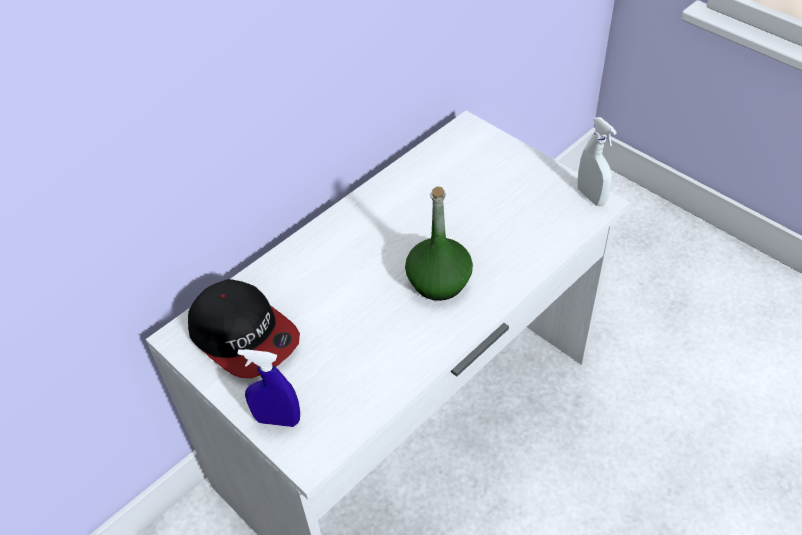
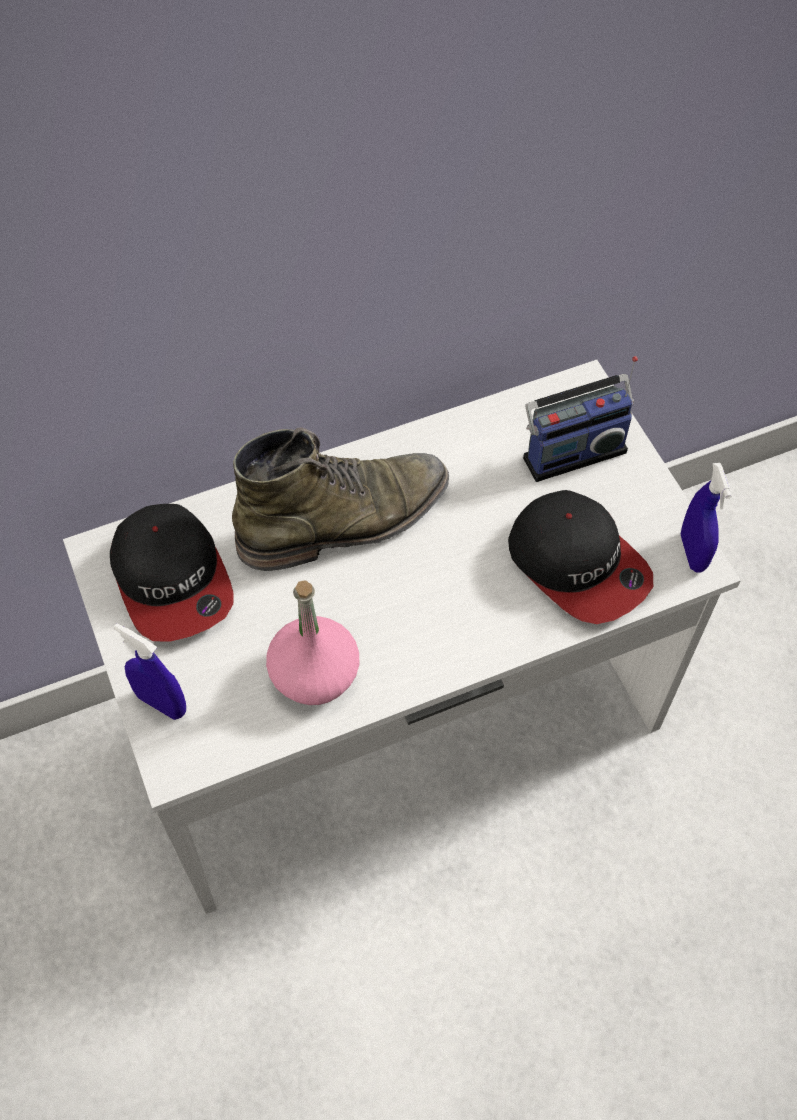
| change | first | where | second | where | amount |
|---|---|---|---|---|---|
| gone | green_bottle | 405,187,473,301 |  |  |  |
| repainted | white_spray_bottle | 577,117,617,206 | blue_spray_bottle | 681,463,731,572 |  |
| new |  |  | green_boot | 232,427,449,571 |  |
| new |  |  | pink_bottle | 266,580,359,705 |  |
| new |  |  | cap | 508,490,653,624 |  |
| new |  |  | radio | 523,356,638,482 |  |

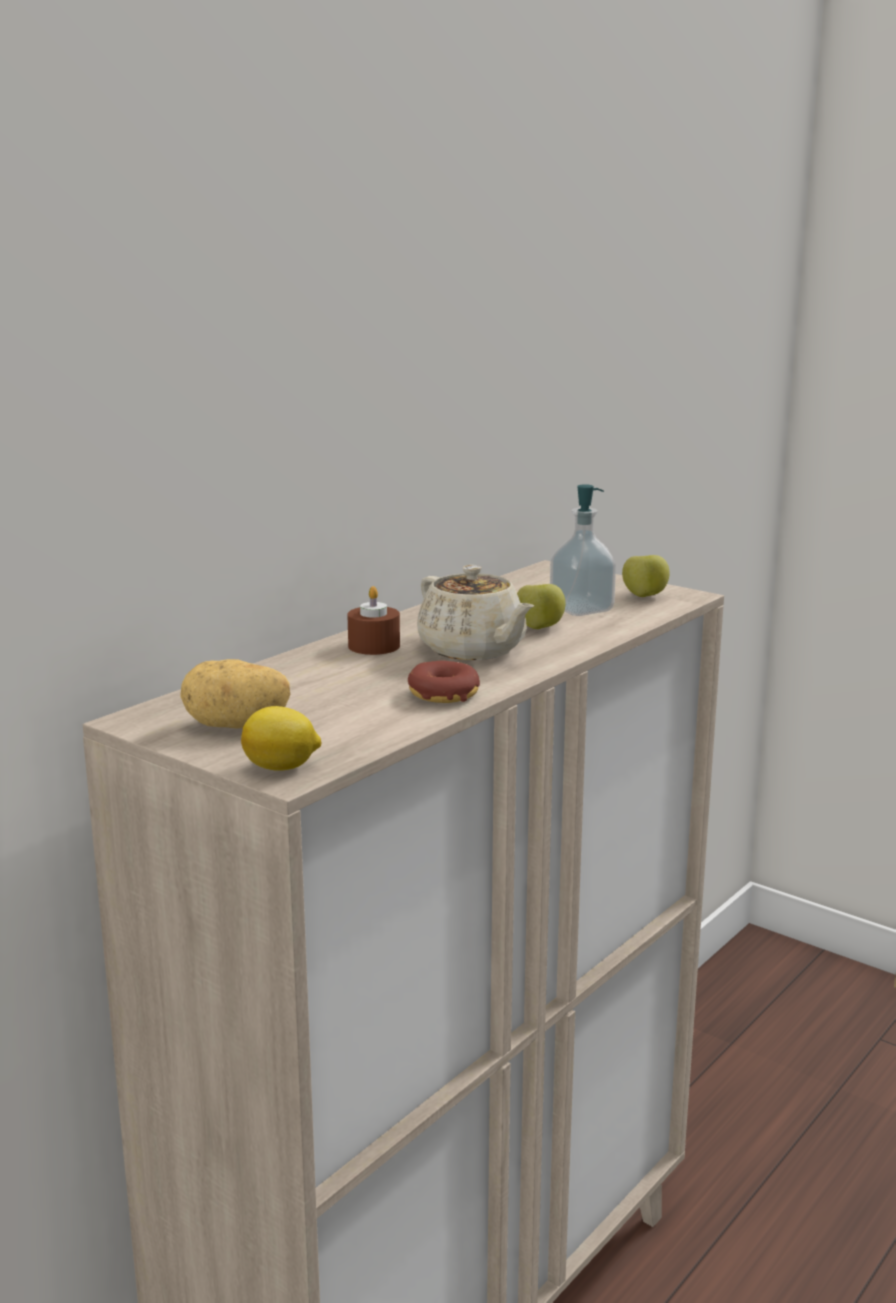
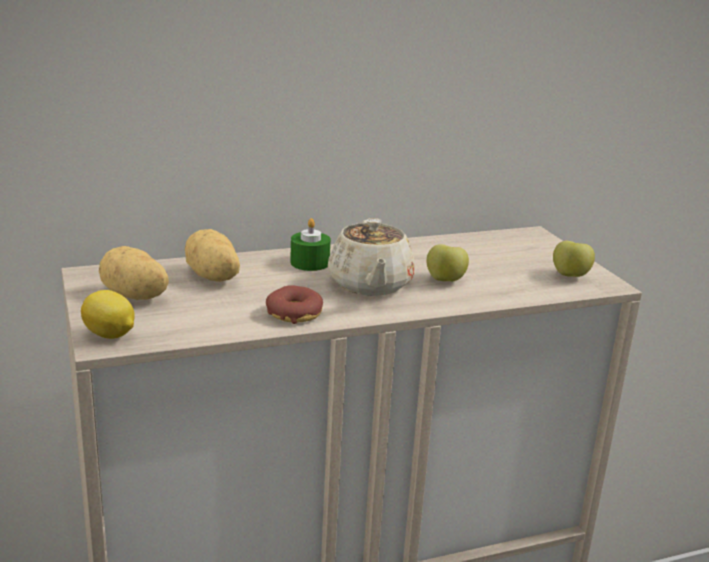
| change | first | where | second | where | amount |
|---|---|---|---|---|---|
| repainted | brown_candle | 347,586,400,655 | green_candle | 290,218,331,271 |  |
| gone | soap_dispenser | 550,484,616,616 |  |  |  |
| new |  |  | potato | 185,229,240,282 |  |

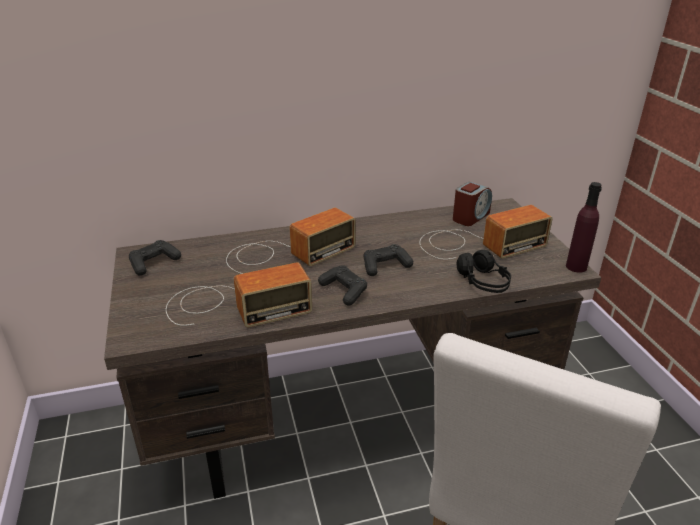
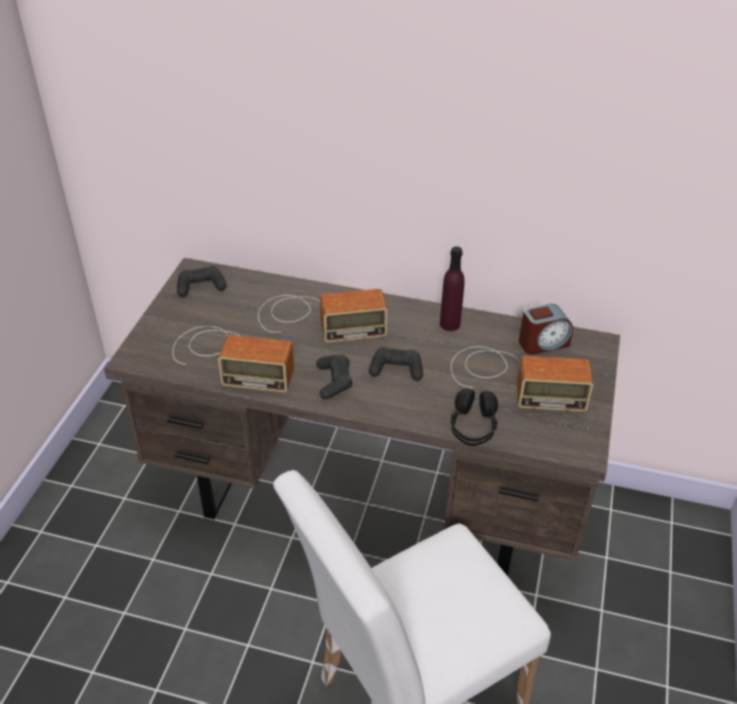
| change | first | where | second | where | amount |
|---|---|---|---|---|---|
| shifted | purple_bottle | 566,182,602,273 |  | 440,246,465,331 |  |

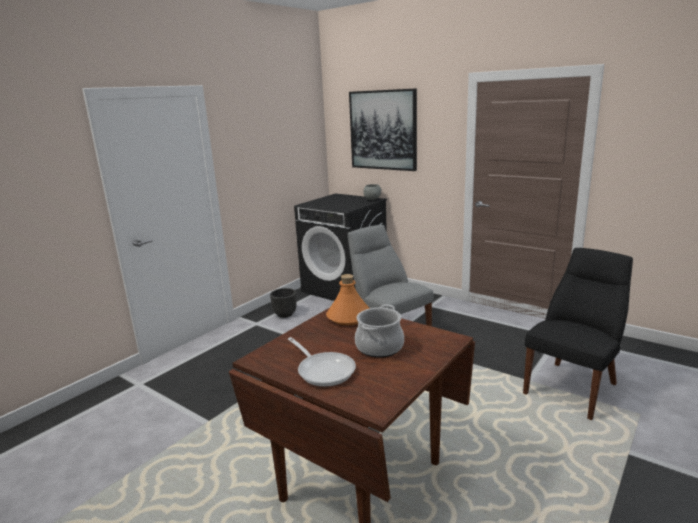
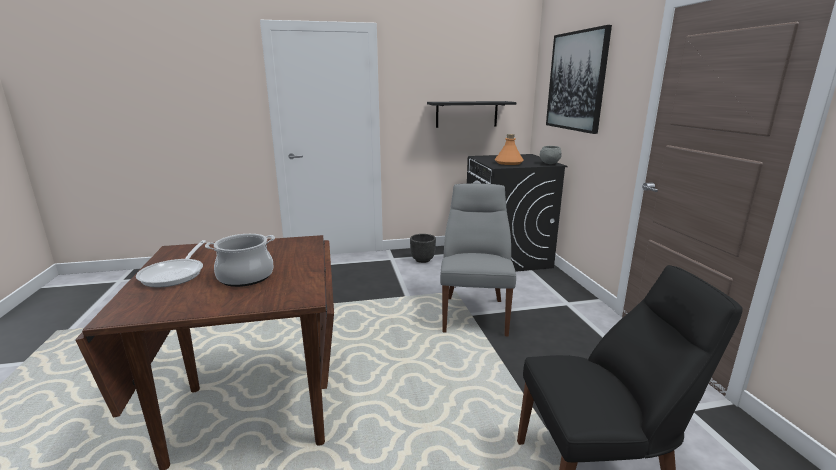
| change | first | where | second | where | amount |
|---|---|---|---|---|---|
| shifted | orange_bottle | 326,274,370,325 |  | 494,134,524,165 |  |
| new |  |  | black_shelf | 427,101,516,128 |  |

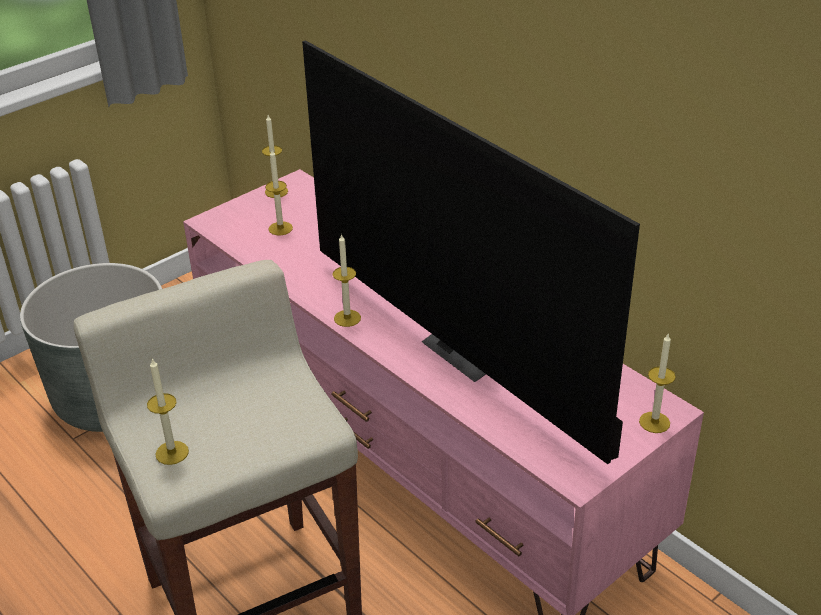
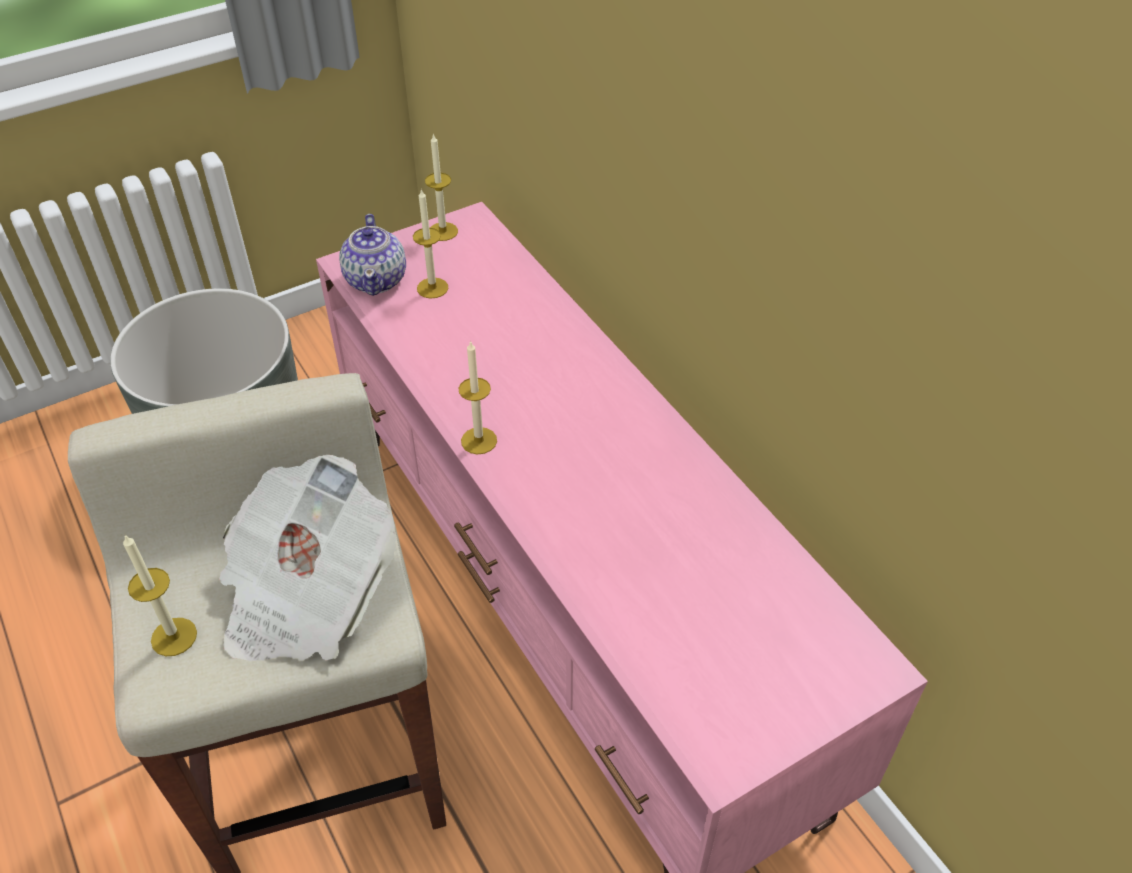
| change | first | where | second | where | amount |
|---|---|---|---|---|---|
| gone | television | 302,40,640,464 |  |  |  |
| gone | candle | 639,334,676,433 |  |  |  |
| new |  |  | newspaper | 219,455,396,661 |  |
| new |  |  | teapot | 339,214,406,296 |  |

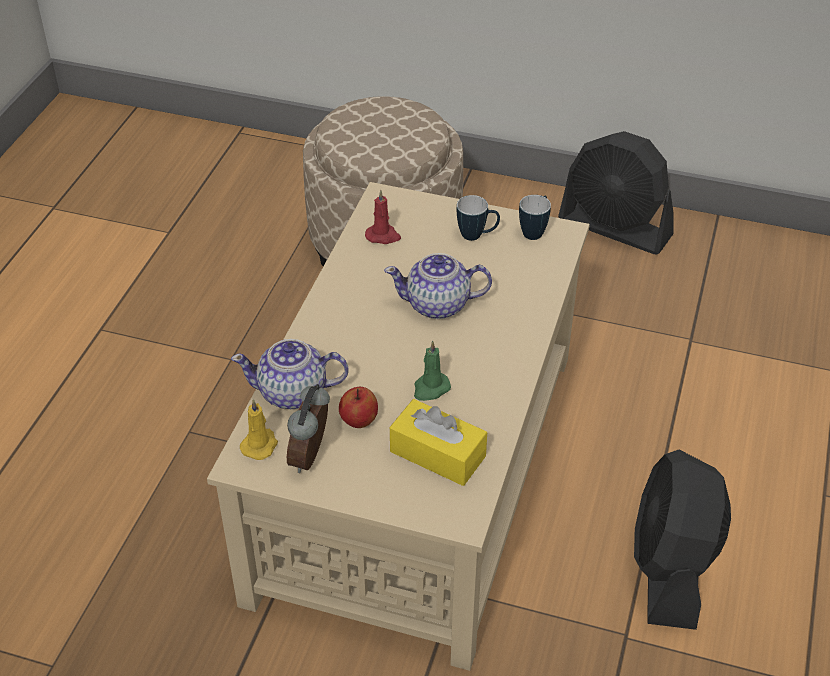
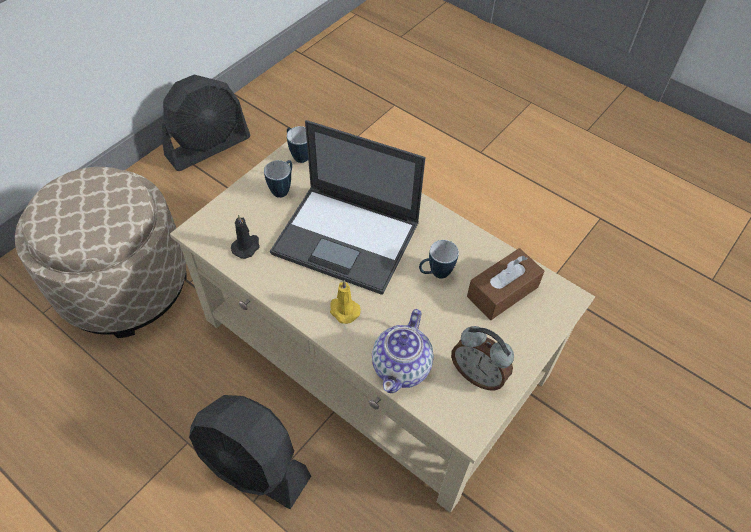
| change | first | where | second | where | amount |
|---|---|---|---|---|---|
| shifted | yellow_candle | 240,399,278,460 |  | 330,280,361,324 |  |
| gone | apple | 339,387,378,428 |  |  |  |
| repainted | red_candle | 365,190,401,244 | black_candle | 231,214,260,259 |  |
| swapped | teapot | 384,253,492,319 | laptop | 270,120,425,295 |  |
| repainted | yellow_tissue_box | 390,399,487,486 | brown_tissue_box | 467,248,544,320 |  |
| swapped | green_candle | 414,341,451,401 | mug | 419,240,459,279 |  |
| shifted | black_fan | 634,450,731,630 |  | 189,395,311,509 |  |

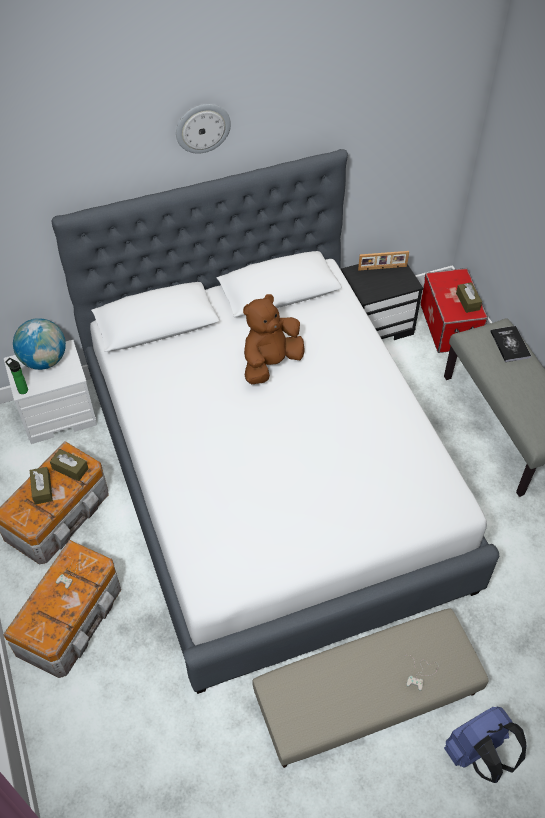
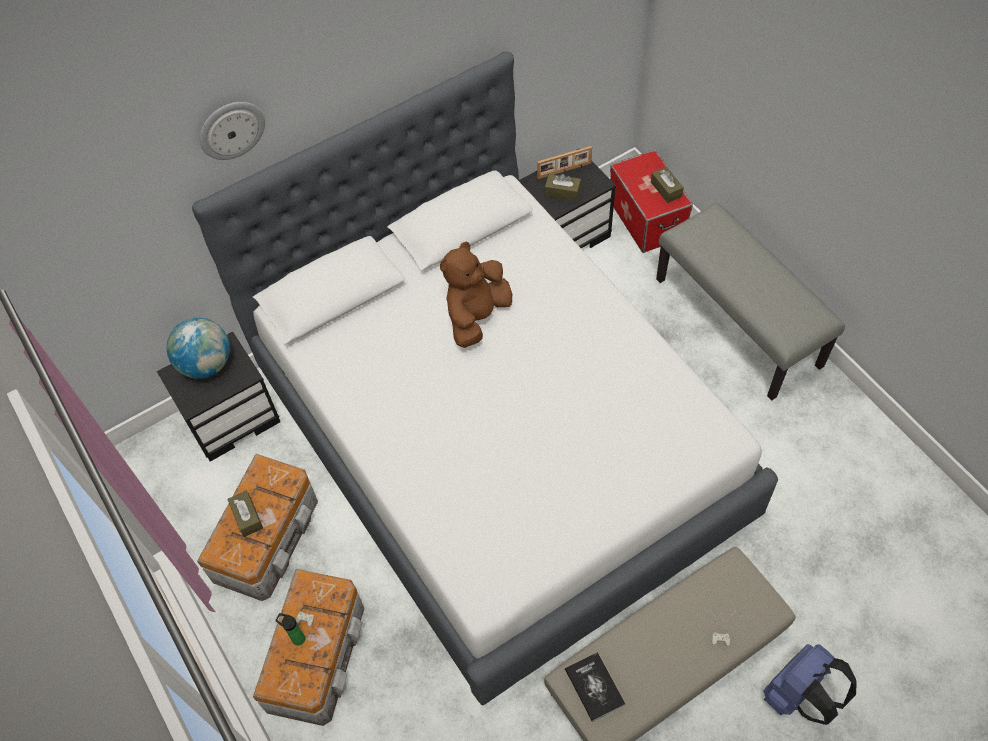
| change | first | where | second | where | amount |
|---|---|---|---|---|---|
| repainted | white_nightstand | 4,340,97,444 | black_nightstand | 157,332,280,462 |  |
| shifted | bottle | 5,358,28,394 |  | 275,613,305,645 |  |
| shifted | brown_tissue_box | 50,449,89,481 |  | 545,174,581,201 |  |
| shifted | wall_clock | 176,104,231,154 |  | 200,102,265,160 |  |
| shifted | book | 490,326,531,362 |  | 565,652,625,722 |  |

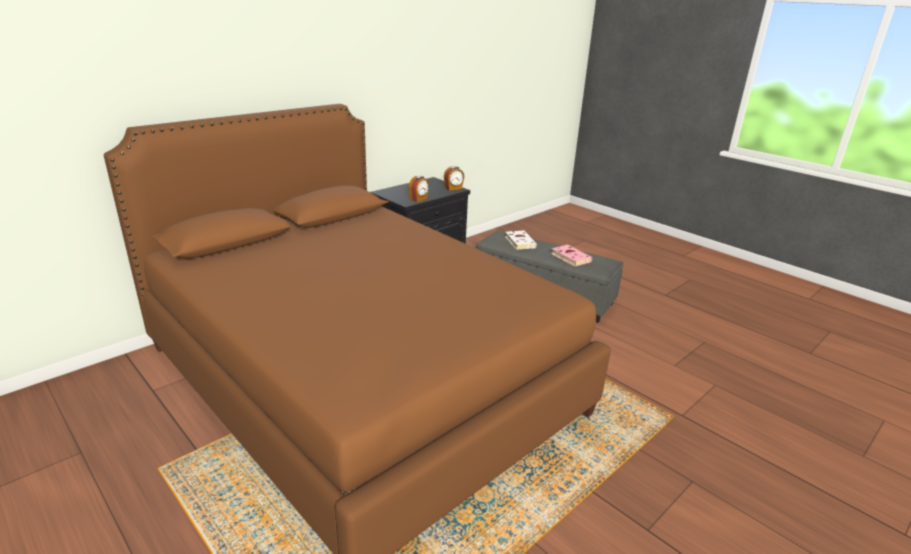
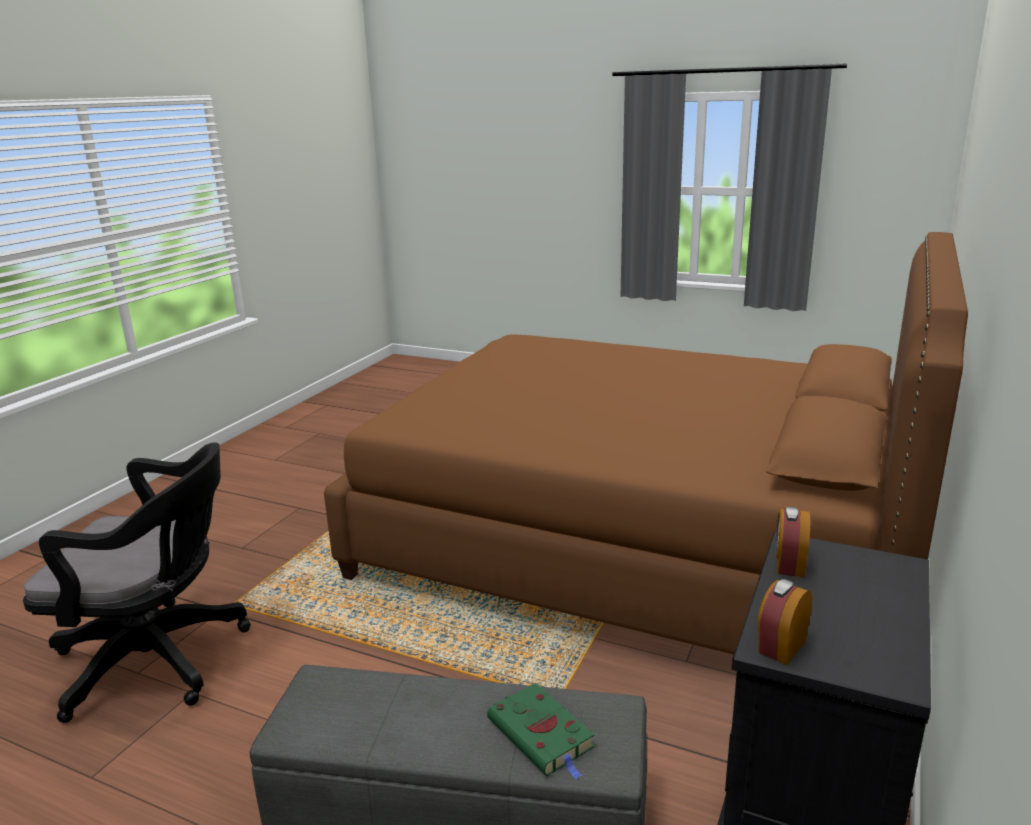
| change | first | where | second | where | amount |
|---|---|---|---|---|---|
| repainted | white_book | 505,231,537,250 | green_book | 487,683,595,779 |  |
| gone | pink_book | 551,245,592,267 |  |  |  |
| new |  |  | black_office_chair | 23,442,251,723 |  |

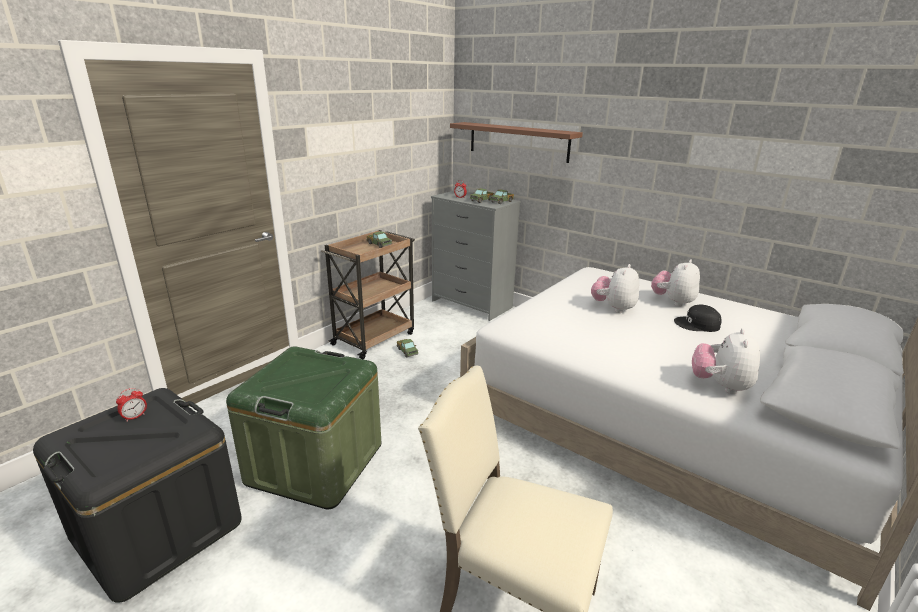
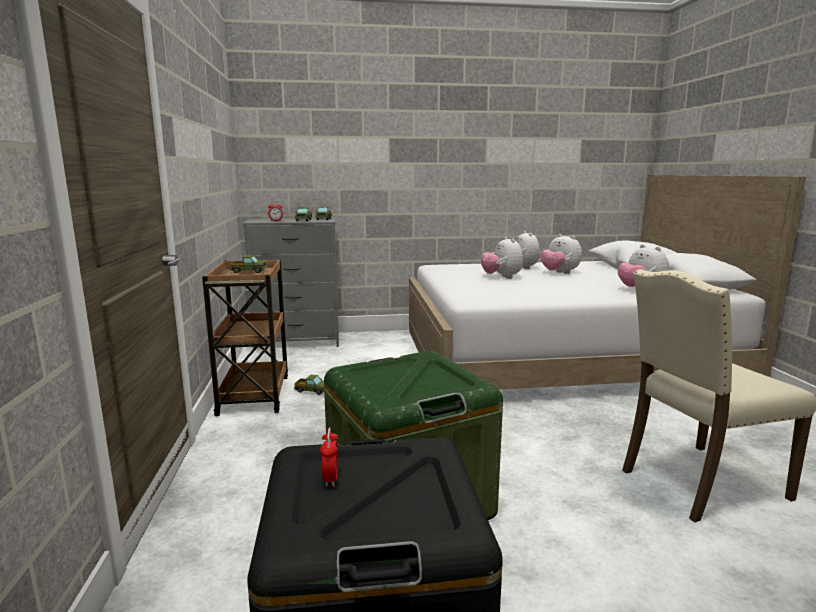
| change | first | where | second | where | amount |
|---|---|---|---|---|---|
| gone | brown_shelf | 450,122,583,163 |  |  |  |
| swapped | black_cap | 674,305,722,332 | plush_toy | 541,234,582,274 |  |

